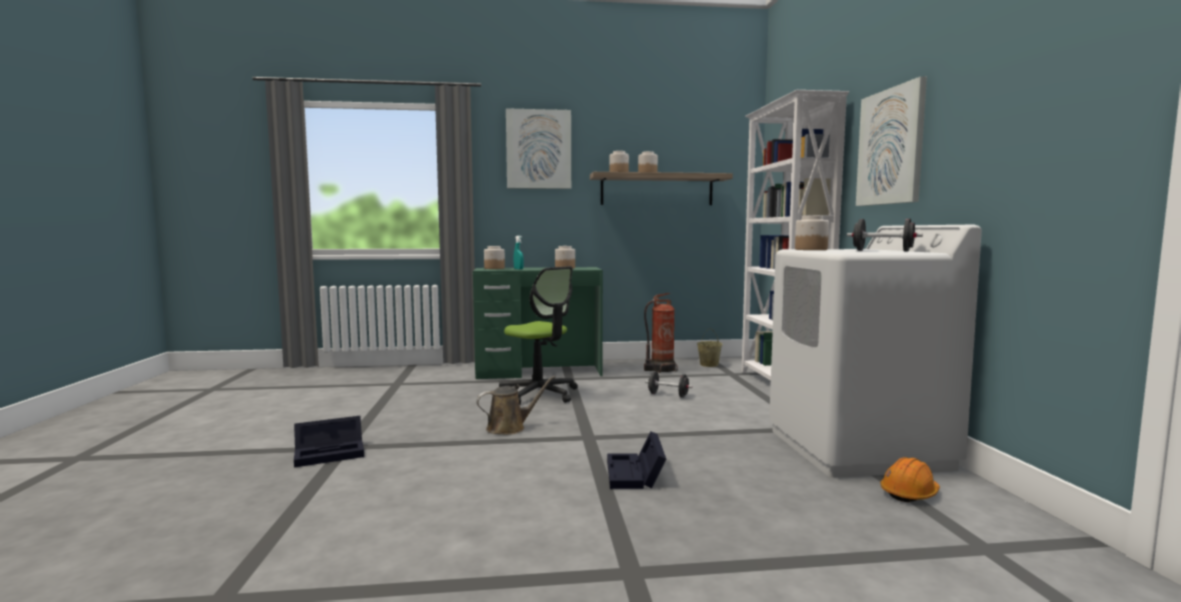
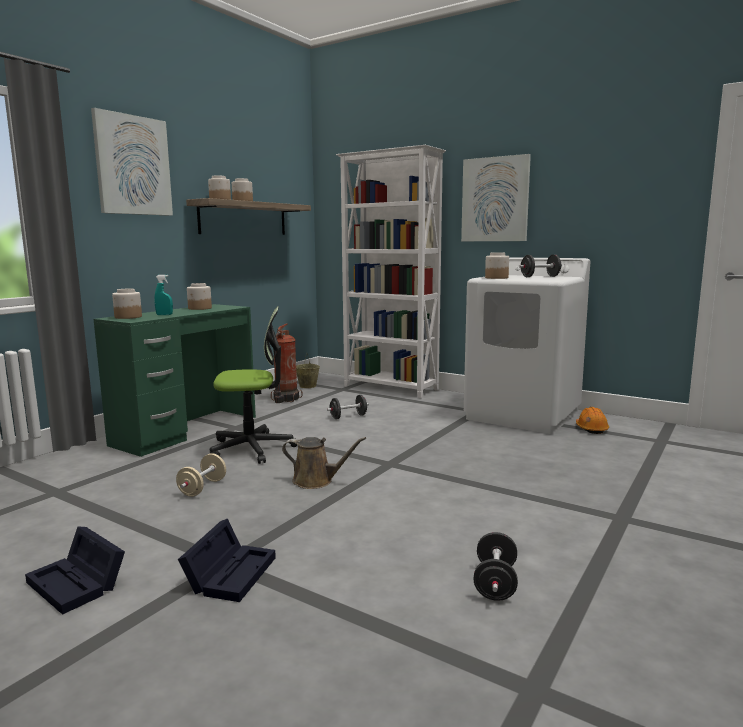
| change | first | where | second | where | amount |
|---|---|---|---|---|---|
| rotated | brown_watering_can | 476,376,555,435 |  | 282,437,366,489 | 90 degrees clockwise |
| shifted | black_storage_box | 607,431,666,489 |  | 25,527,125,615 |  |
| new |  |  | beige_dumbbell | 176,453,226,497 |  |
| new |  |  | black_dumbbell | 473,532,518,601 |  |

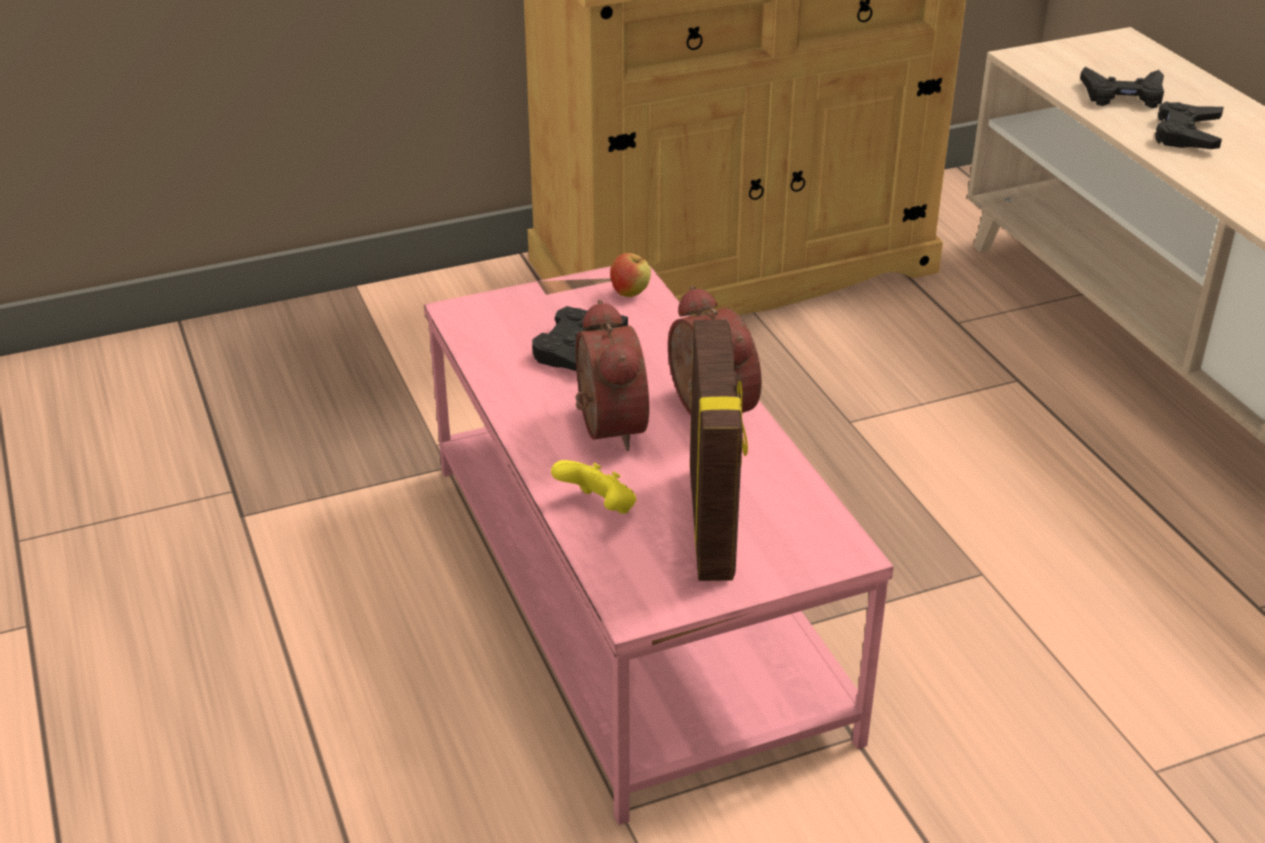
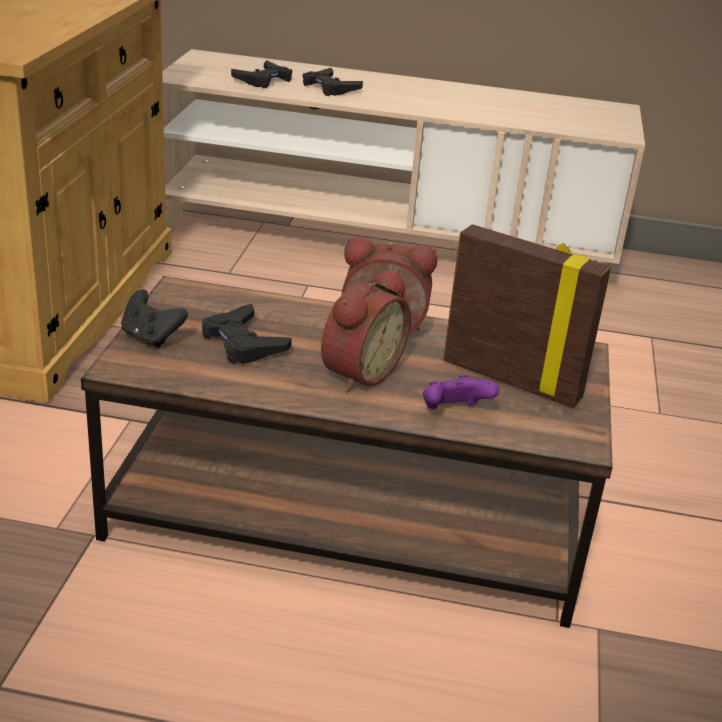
| change | first | where | second | where | amount |
|---|---|---|---|---|---|
| repainted | pink_coffee_table | 424,259,894,825 | brown_coffee_table | 81,276,613,628 |  |
| repainted | yellow_game_controller | 551,460,636,514 | purple_game_controller | 423,375,499,409 |  |
| rotated | alarm_clock | 575,300,649,451 |  | 321,269,411,392 | 105 degrees clockwise |
| gone | apple | 610,253,651,297 |  |  |  |
| new |  |  | black_game_controller | 121,289,188,348 |  |

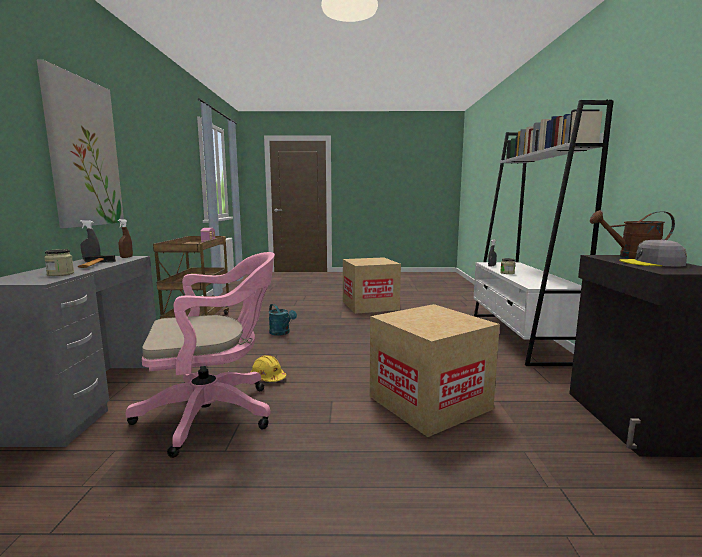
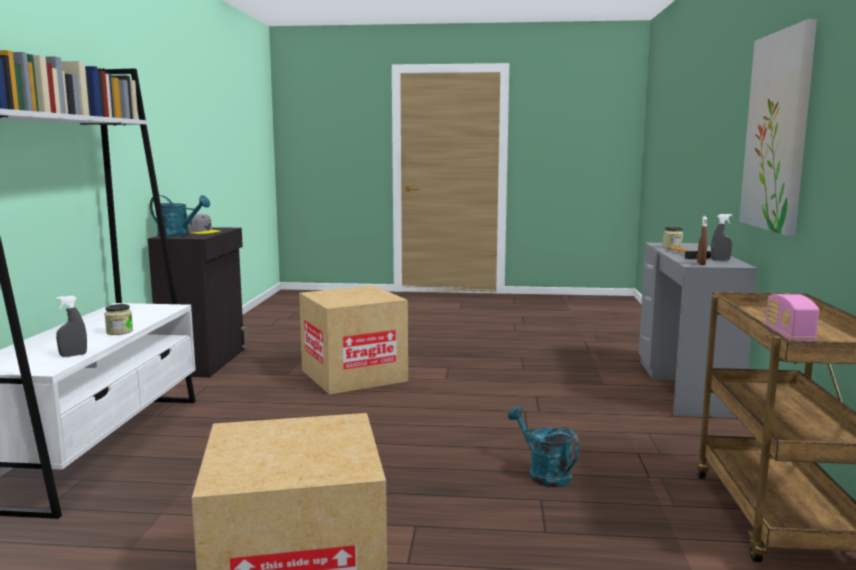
| change | first | where | second | where | amount |
|---|---|---|---|---|---|
| gone | pink_office_chair | 126,252,275,458 |  |  |  |
| gone | yellow_hard_hat | 251,355,286,382 |  |  |  |
| repainted | brown_watering_can | 590,210,675,259 | turquoise_watering_can | 150,195,210,238 |  |

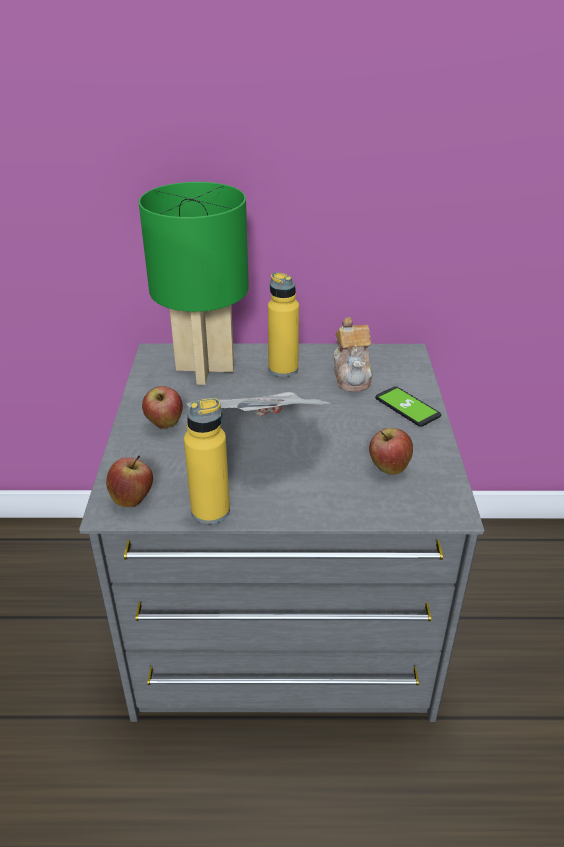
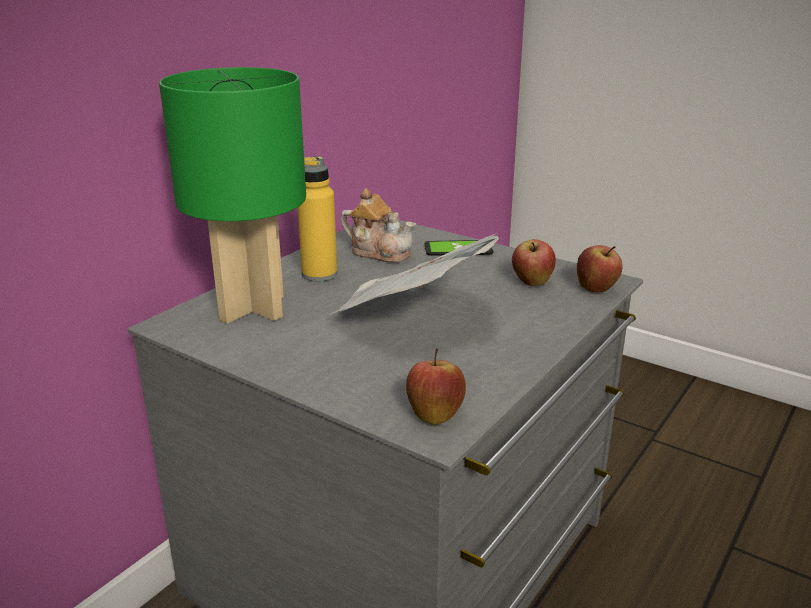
| change | first | where | second | where | amount |
|---|---|---|---|---|---|
| shifted | apple | 142,386,183,429 |  | 577,245,623,292 |  |
| gone | yellow_bottle | 184,398,230,524 |  |  |  |

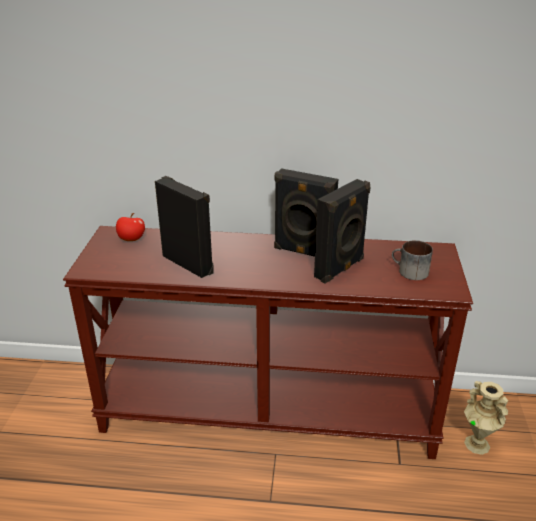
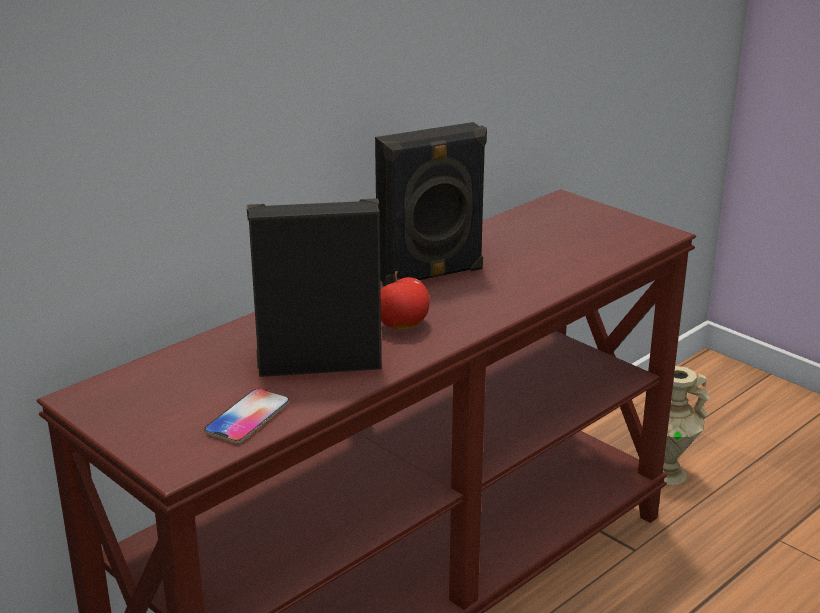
| change | first | where | second | where | amount |
|---|---|---|---|---|---|
| shifted | apple | 116,213,145,241 |  | 381,271,430,329 |  |
| gone | black_speaker | 314,179,370,283 |  |  |  |
| gone | mug | 392,240,433,280 |  |  |  |
| new |  |  | phone | 204,389,289,443 |  |

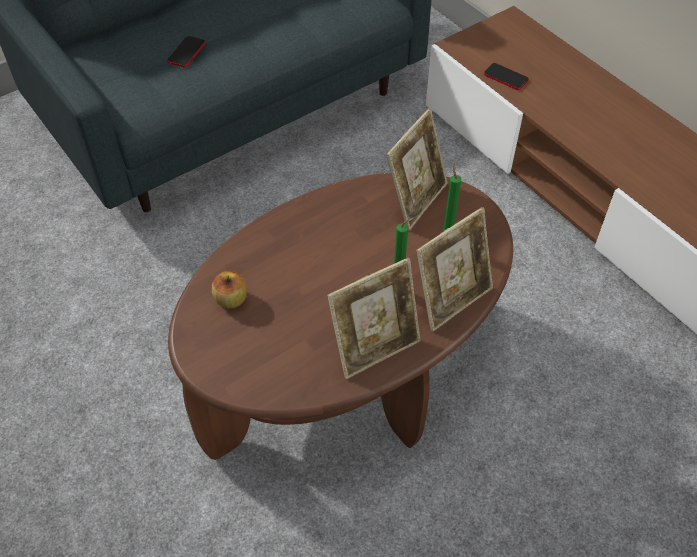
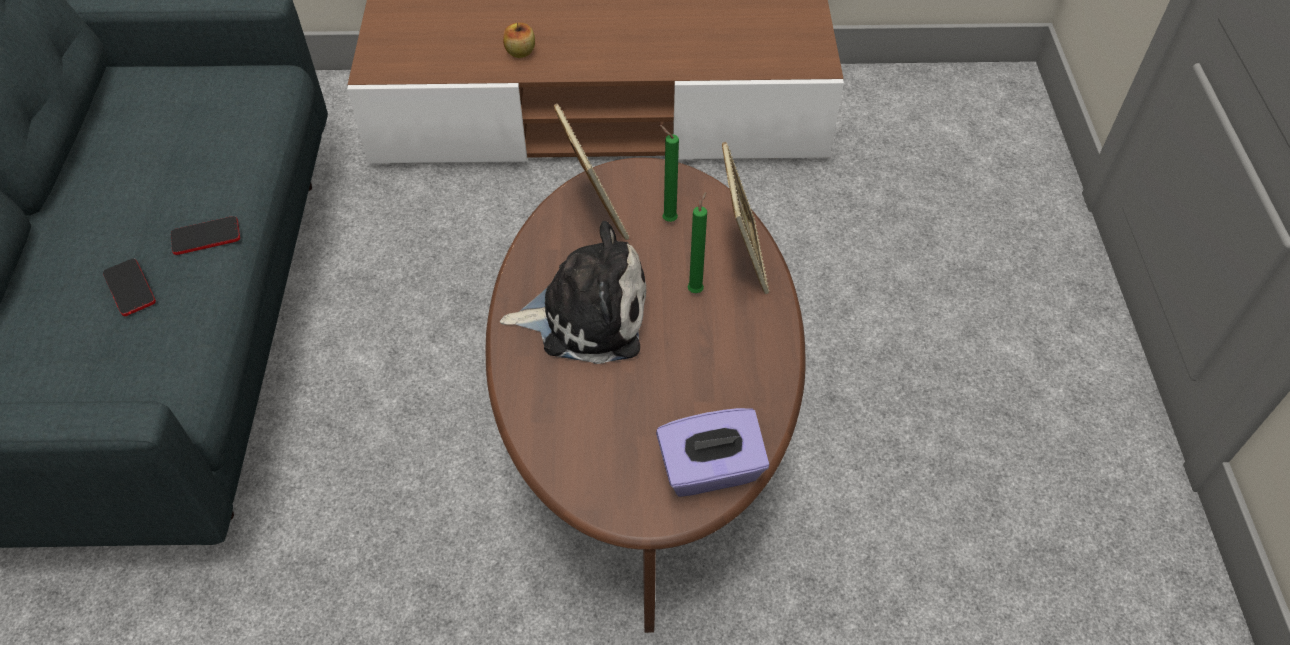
| change | first | where | second | where | amount |
|---|---|---|---|---|---|
| shifted | apple | 211,271,247,308 |  | 503,23,535,58 |  |
| gone | picture_frame | 327,258,421,379 |  |  |  |
| shifted | phone | 484,63,529,90 |  | 171,216,240,255 |  |
| new |  |  | plush_toy | 500,221,646,364 |  |
| new |  |  | purple_tissue_box | 656,408,769,497 |  |

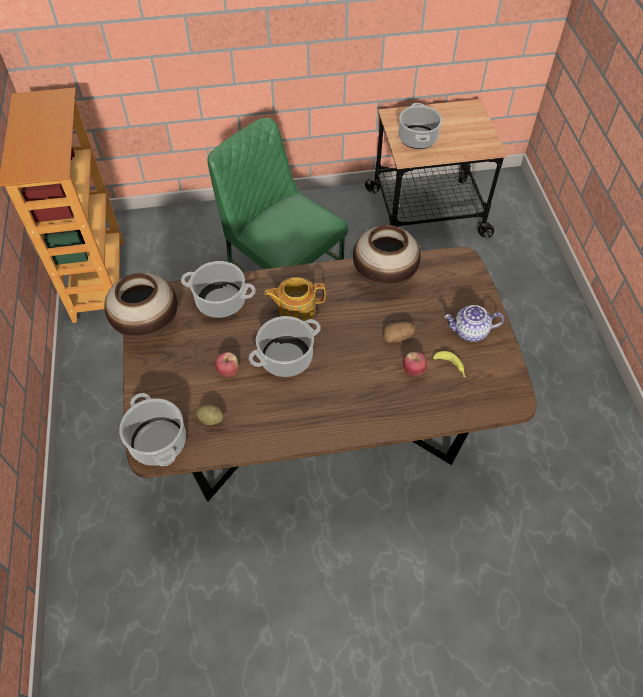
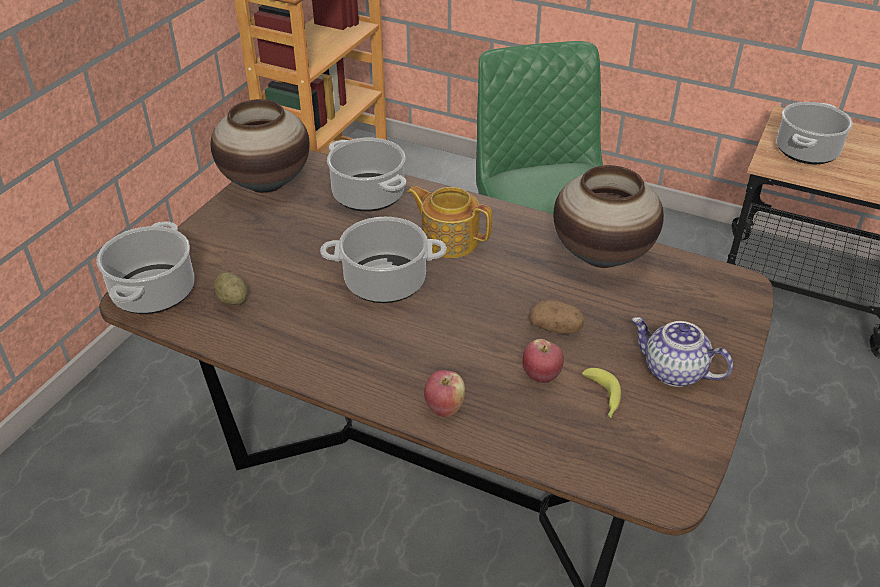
| change | first | where | second | where | amount |
|---|---|---|---|---|---|
| shifted | apple | 215,352,239,378 |  | 424,370,465,417 |  |

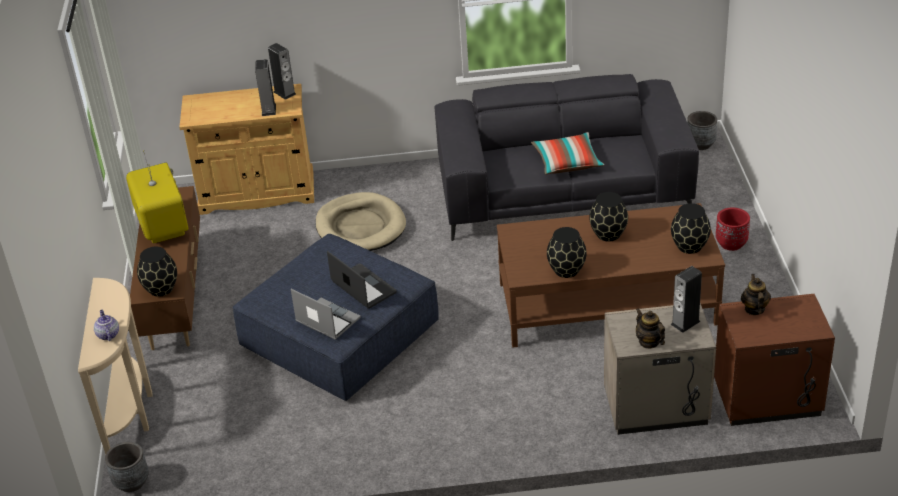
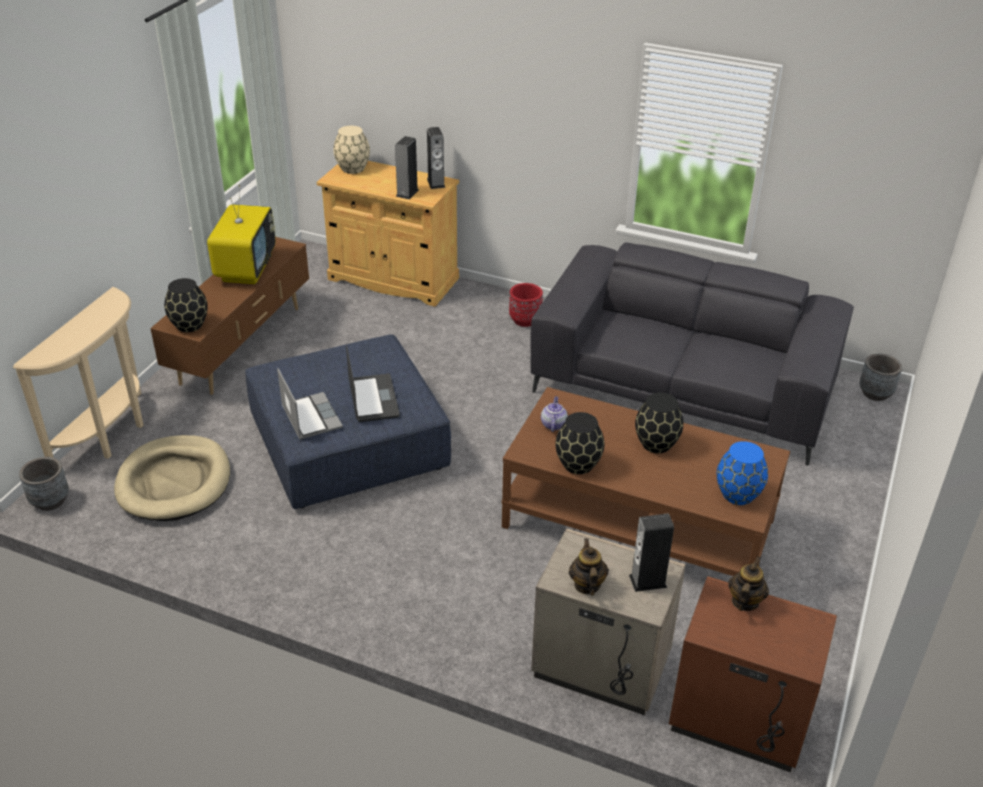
| change | first | where | second | where | amount |
|---|---|---|---|---|---|
| shifted | teapot | 94,310,119,341 |  | 541,396,568,432 |  |
| shifted | beige_dog_bed | 316,192,406,251 |  | 114,435,230,521 |  |
| gone | pillow | 531,132,604,174 |  |  |  |
| repainted | black_vase | 671,203,711,254 | blue_vase | 717,441,768,505 |  |
| shifted | red_planter | 716,207,750,251 |  | 509,283,543,327 |  |
| new |  |  | beige_vase | 333,126,370,174 |  |

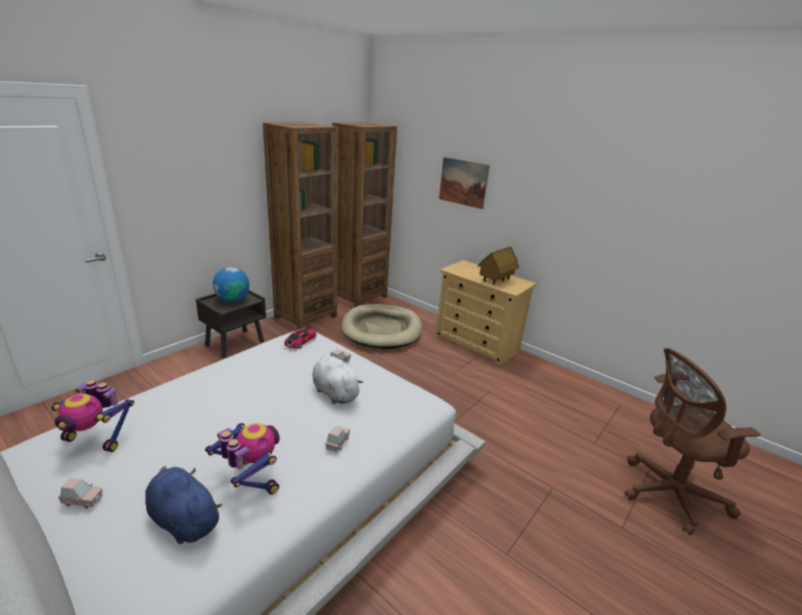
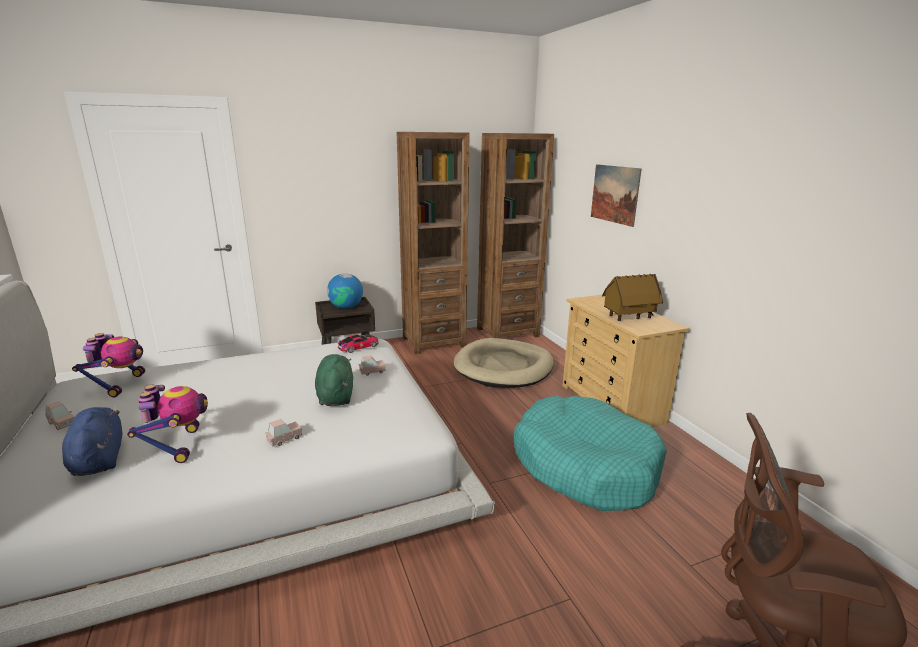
| change | first | where | second | where | amount |
|---|---|---|---|---|---|
| rotated | toy_robot | 52,380,134,452 |  | 72,333,145,397 | 135 degrees counterclockwise |
| repainted | white_plush_toy | 312,356,363,404 | green_plush_toy | 315,354,353,406 |  |
| new |  |  | turquoise_dog_bed | 514,396,667,511 |  |

